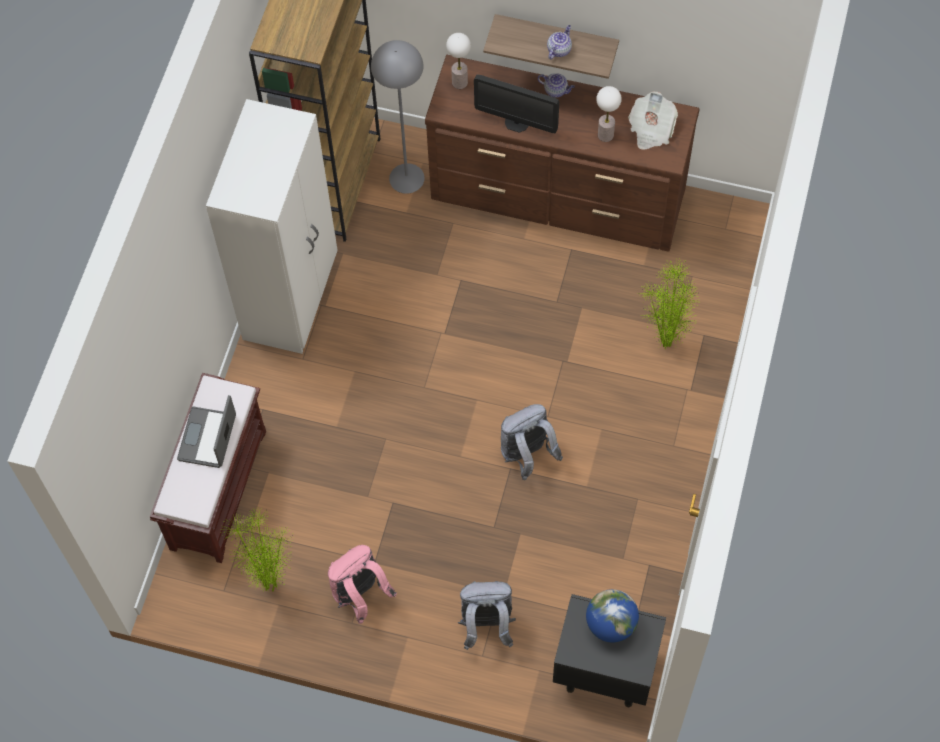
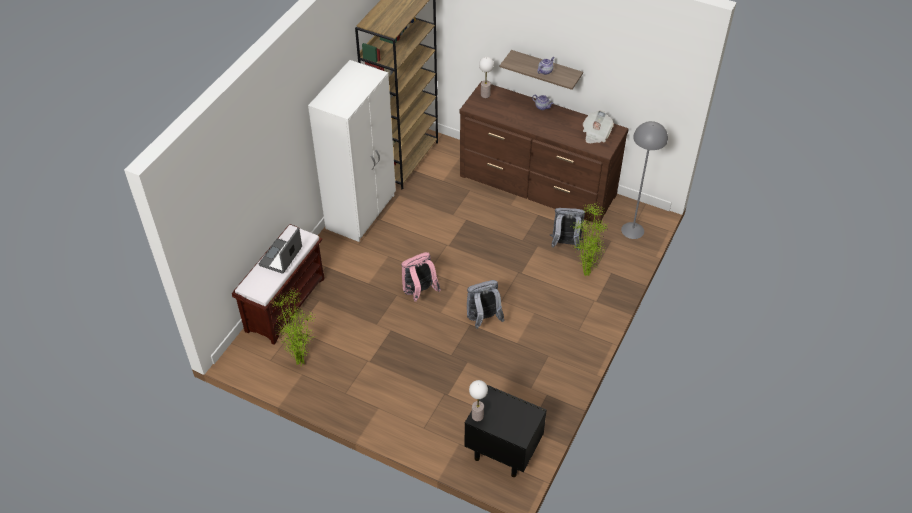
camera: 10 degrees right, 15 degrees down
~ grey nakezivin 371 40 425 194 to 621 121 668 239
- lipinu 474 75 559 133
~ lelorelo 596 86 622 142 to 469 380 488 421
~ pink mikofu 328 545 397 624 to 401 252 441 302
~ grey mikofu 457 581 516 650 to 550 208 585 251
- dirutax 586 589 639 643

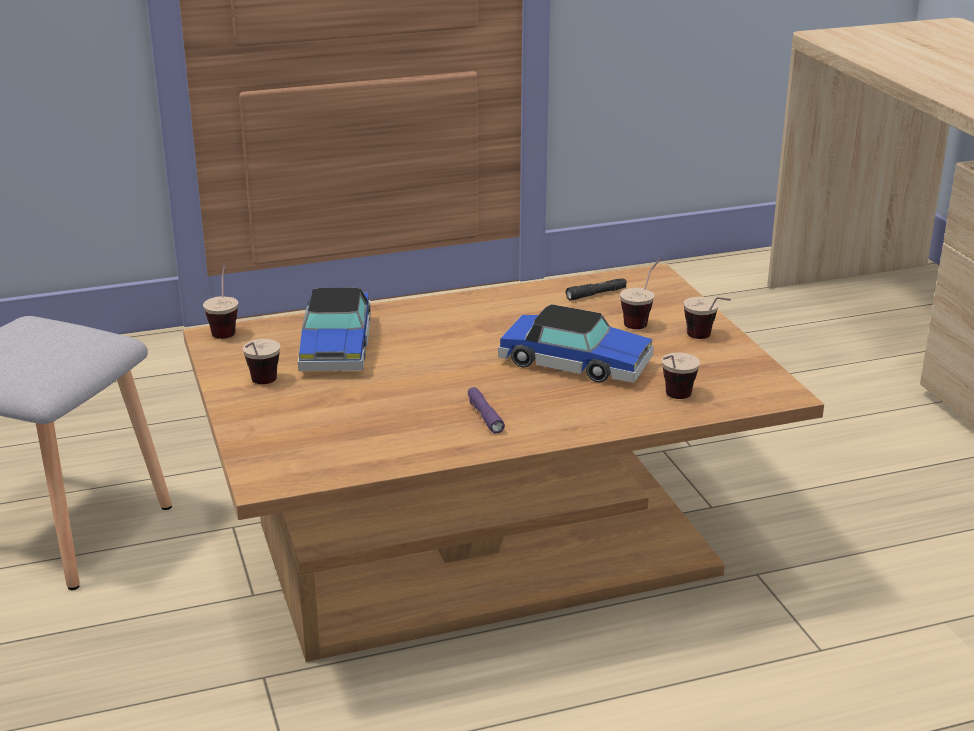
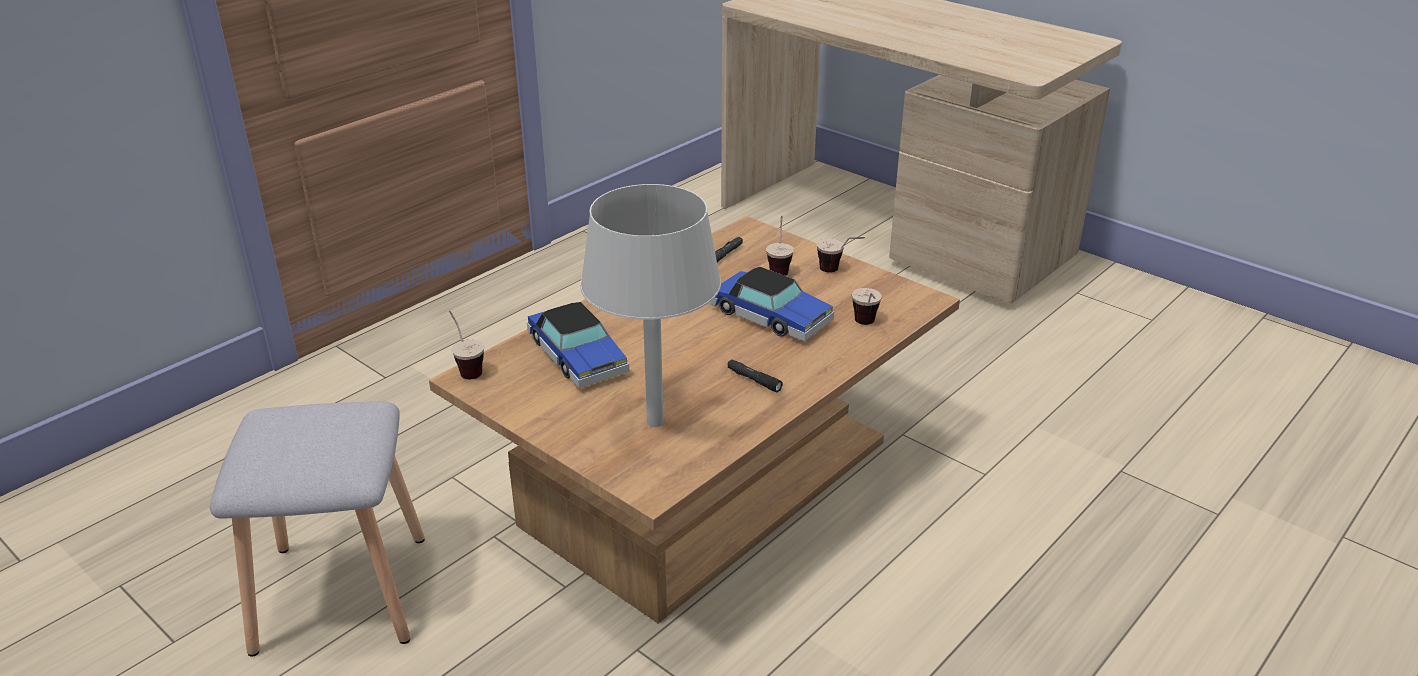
camera: 30 degrees left, 5 degrees up
~ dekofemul 498 304 654 383 = 710 267 834 341 45 degrees clockwise
- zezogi 243 339 280 384
~ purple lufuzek 468 387 505 434 to black lufuzek 728 359 783 392
+ grey lelorelo 580 184 721 427

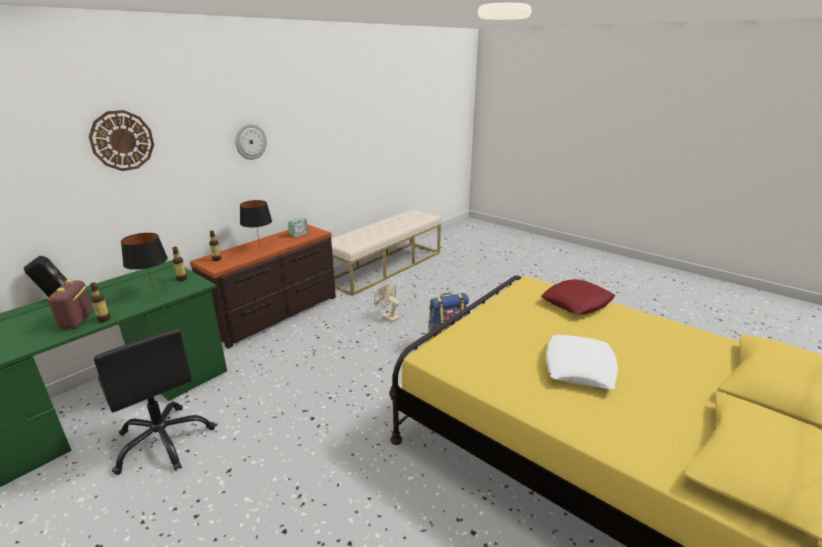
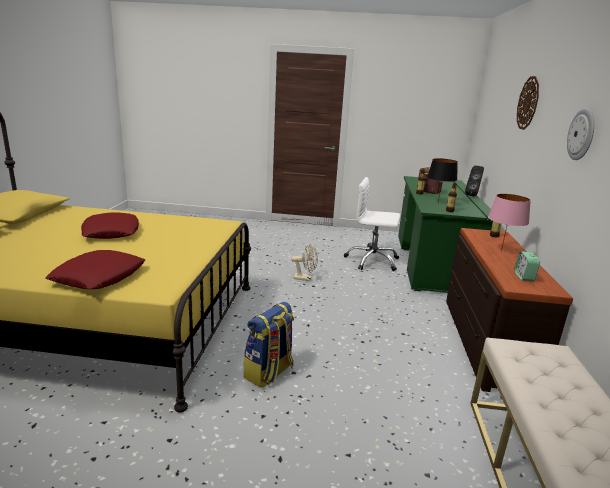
camera: 145 degrees right, 5 degrees down
~ black lelorelo 240 200 272 246 to pink lelorelo 488 194 531 251
~ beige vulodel 374 282 400 322 to 291 244 318 281
~ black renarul 94 329 215 475 to white renarul 344 177 400 271
~ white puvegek 546 335 618 389 to red puvegek 81 213 139 239

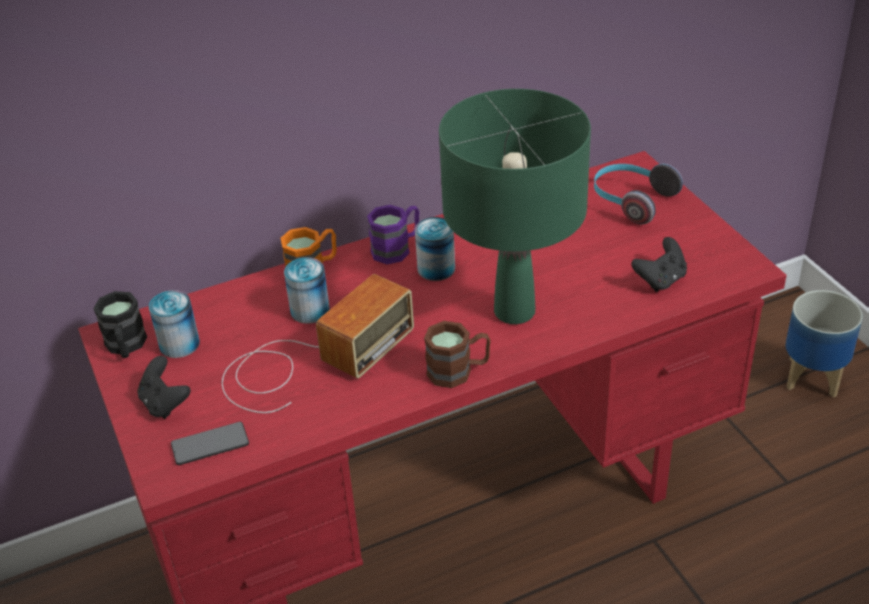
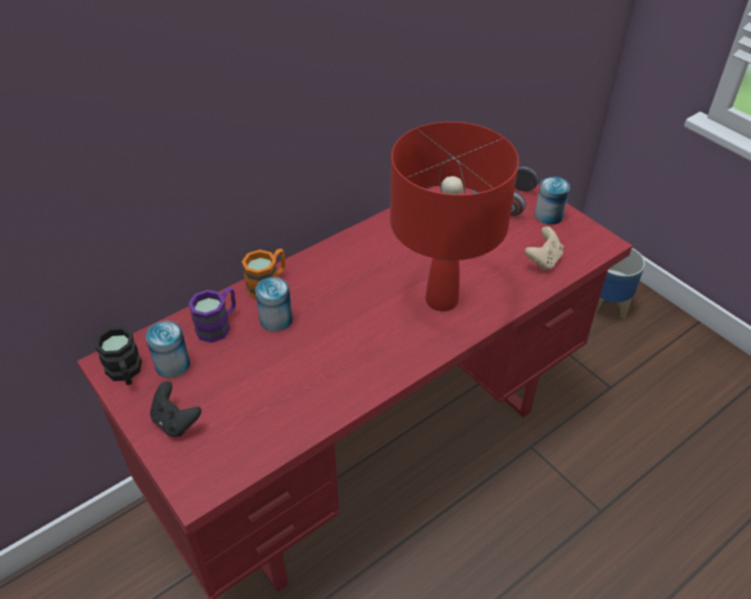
camera: 15 degrees left, 5 degrees up
~ green lelorelo 439 89 591 324 to red lelorelo 390 122 519 311
~ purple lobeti 367 205 419 264 to 188 287 236 343
~ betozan 415 217 455 281 to 535 176 570 225
~ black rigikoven 631 237 687 292 to beige rigikoven 525 226 564 271
- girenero 222 274 414 413
- brown lobeti 424 321 491 388
- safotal 171 422 249 465

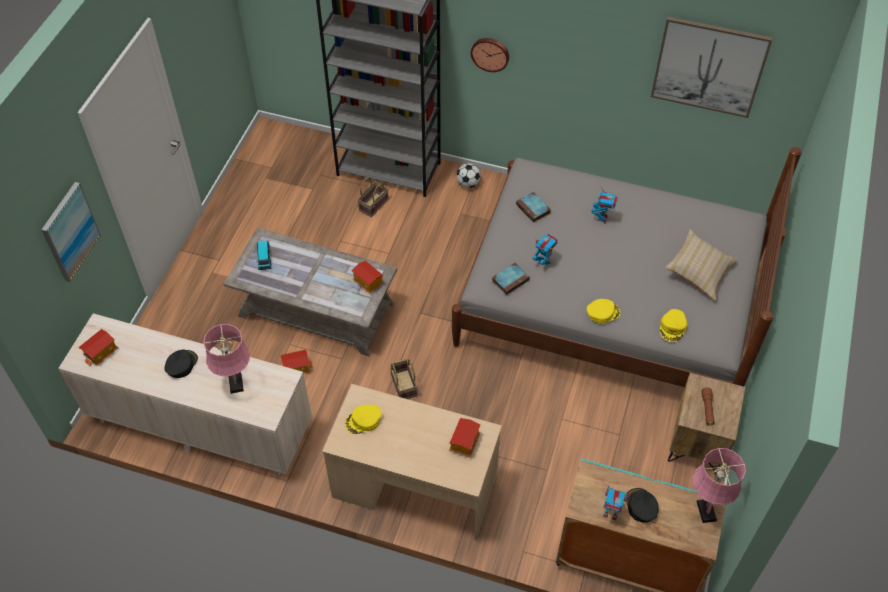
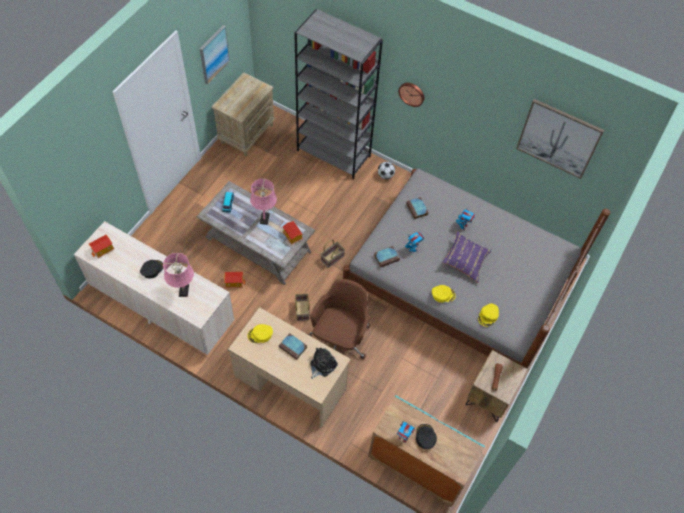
camera: 10 degrees right, 5 degrees up
~ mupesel 357 177 388 217 to 321 240 345 268
~ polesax 41 182 101 282 to 200 25 230 85
- beige puvegek 665 229 738 301
~ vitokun 449 418 480 457 to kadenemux 310 348 338 379
~ pink lelorelo 693 448 746 523 to 250 179 277 225
+ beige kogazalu 212 72 276 156
+ purple puvegek 442 231 491 283
+ brown renarul 308 279 371 359
+ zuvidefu 279 333 307 360

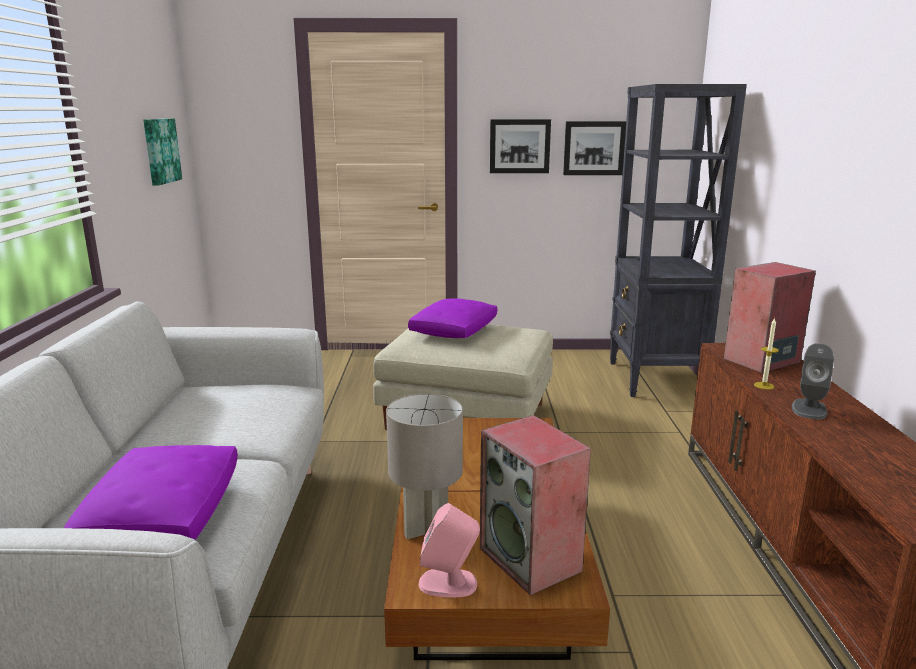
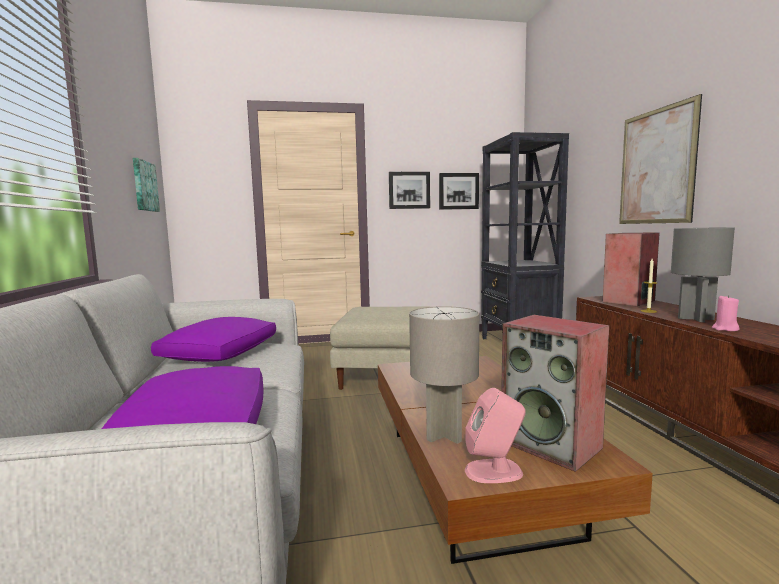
camera: 10 degrees left, 10 degrees down
~ purple puvegek 408 298 497 338 to 151 317 276 362
~ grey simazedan 792 343 834 420 to grey lelorelo 671 227 735 322
+ polesax 619 94 702 224
+ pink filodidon 712 295 739 331

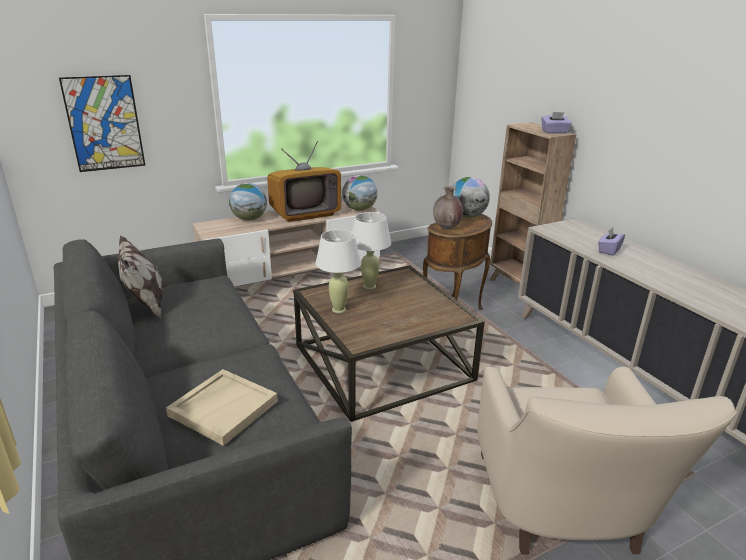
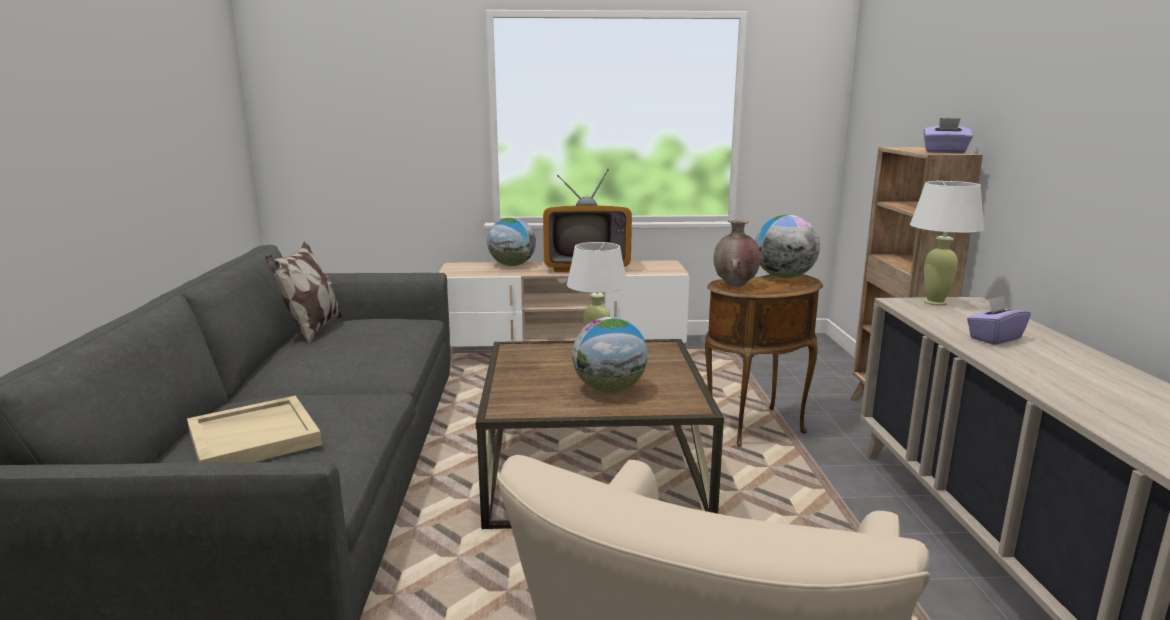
camera: 25 degrees right, 10 degrees down
- polesax 59 75 146 172
~ dirutax 342 175 377 211 to 572 317 648 393
~ white lelorelo 316 230 361 313 to 910 181 984 306

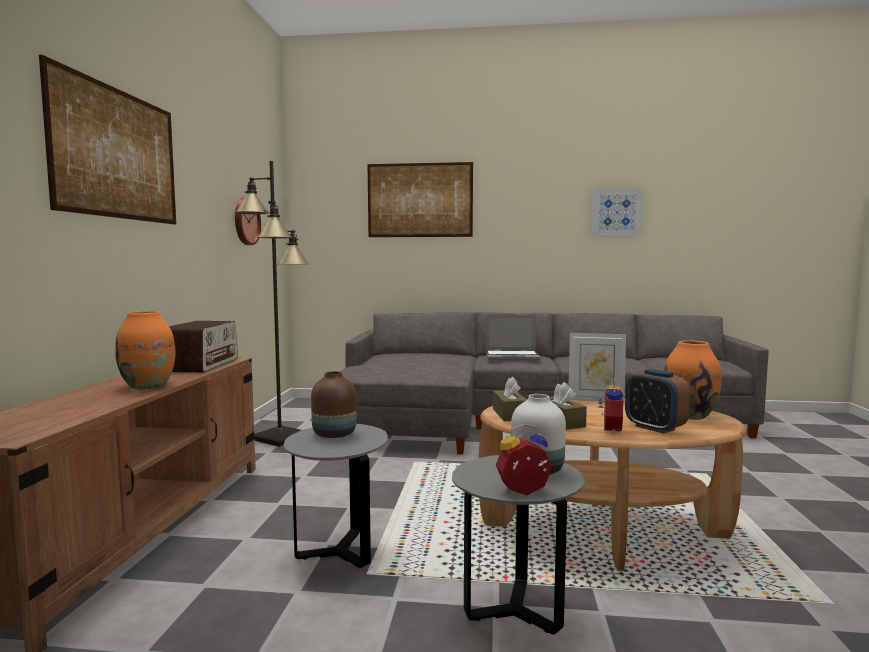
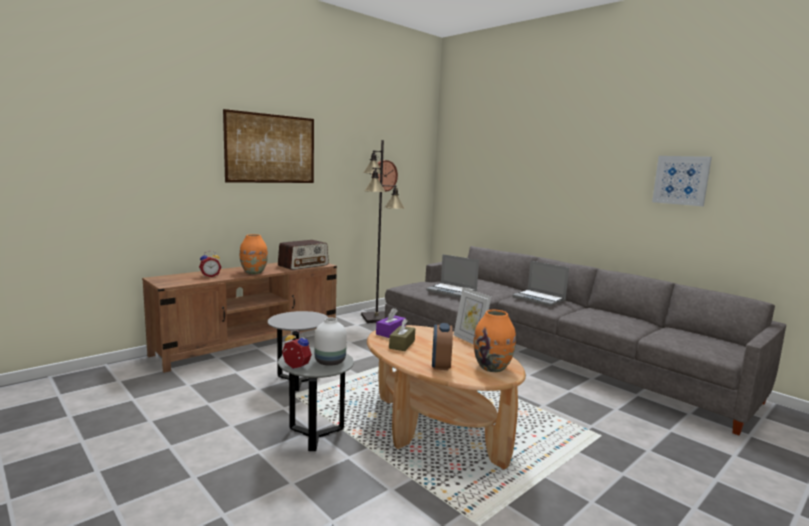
camera: 40 degrees right, 5 degrees up
- polesax 367 162 473 237
- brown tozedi 311 371 357 438
~ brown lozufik 493 377 527 421 to purple lozufik 376 308 406 338
~ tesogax 598 377 624 435 to 199 251 221 277
+ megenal 426 254 479 298

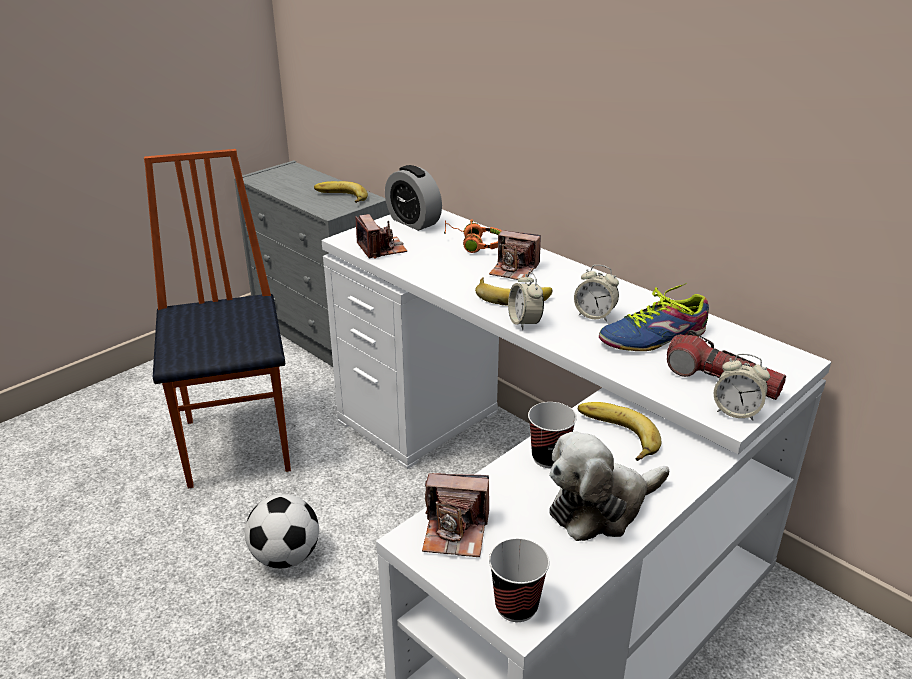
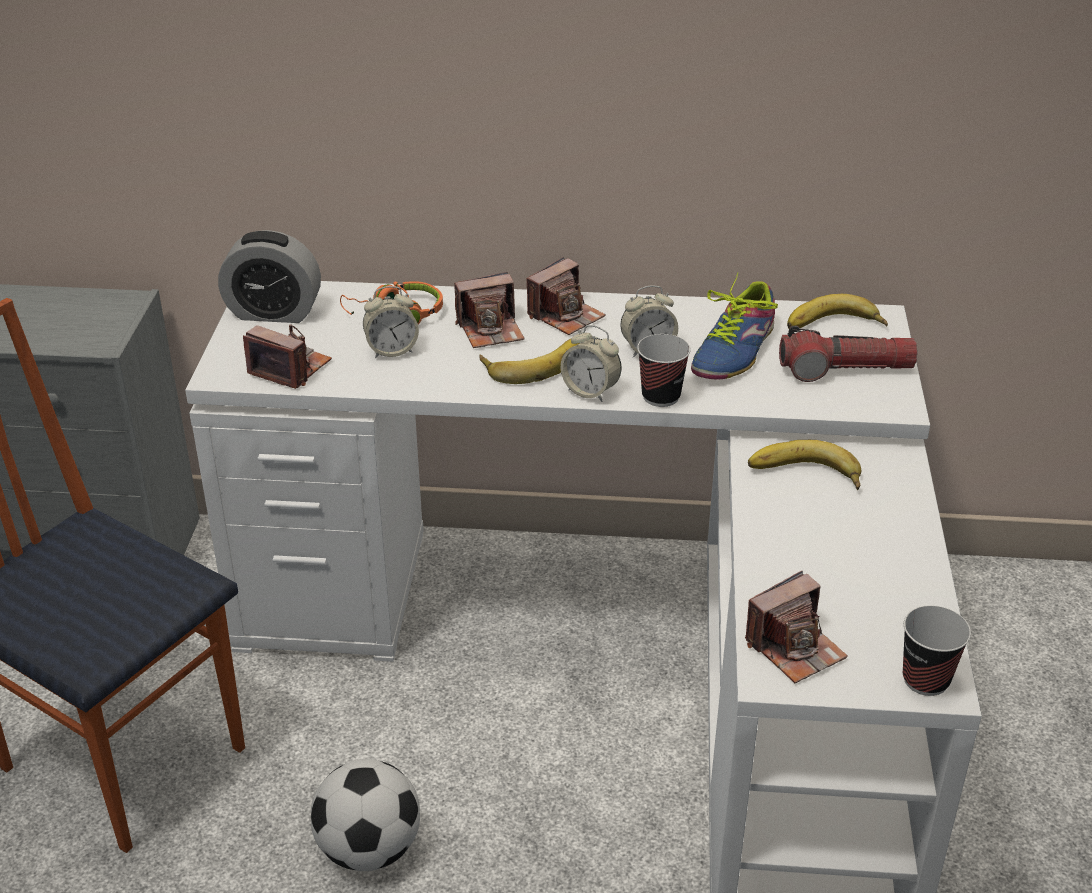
camera: 40 degrees left, 5 degrees up
~ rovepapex 314 181 368 203 to 787 294 888 328
~ tesogax 714 354 770 421 to 363 286 419 358
~ zezogi 528 402 577 468 to 637 334 691 407
- kadenemux 549 431 669 541
+ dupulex 527 257 605 335

